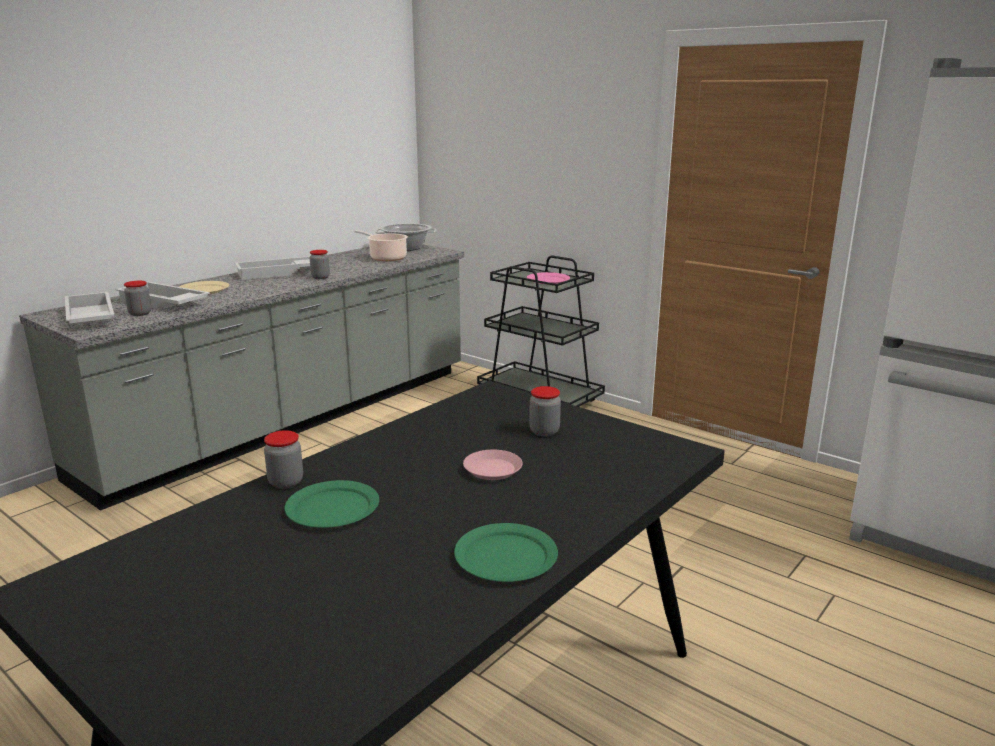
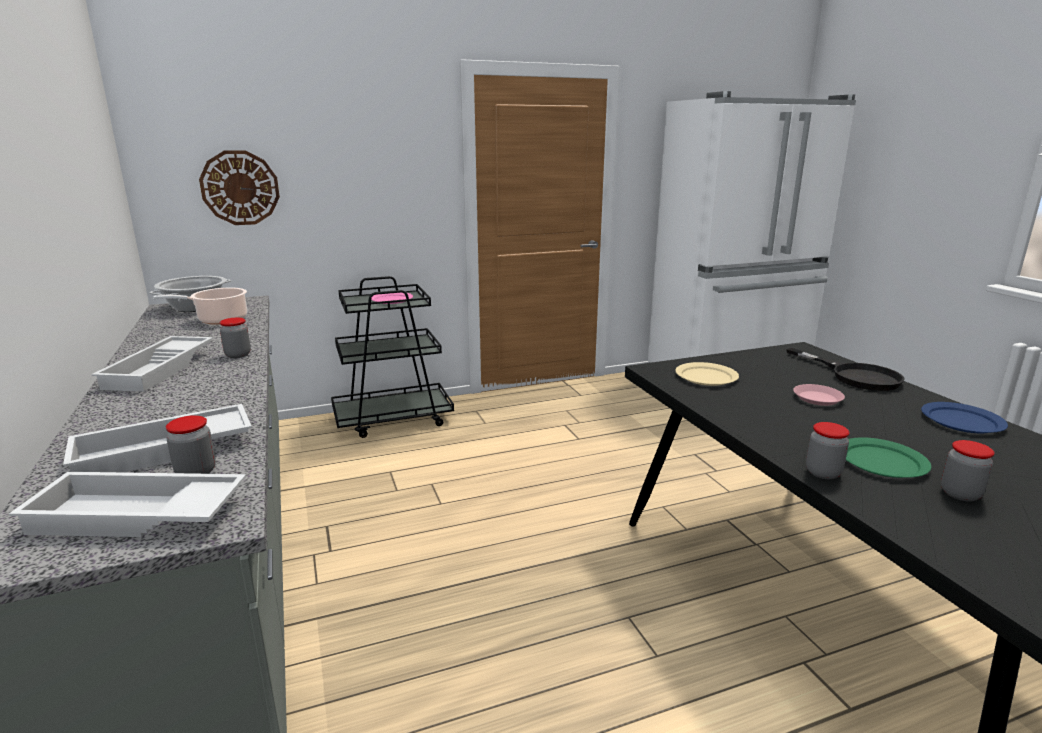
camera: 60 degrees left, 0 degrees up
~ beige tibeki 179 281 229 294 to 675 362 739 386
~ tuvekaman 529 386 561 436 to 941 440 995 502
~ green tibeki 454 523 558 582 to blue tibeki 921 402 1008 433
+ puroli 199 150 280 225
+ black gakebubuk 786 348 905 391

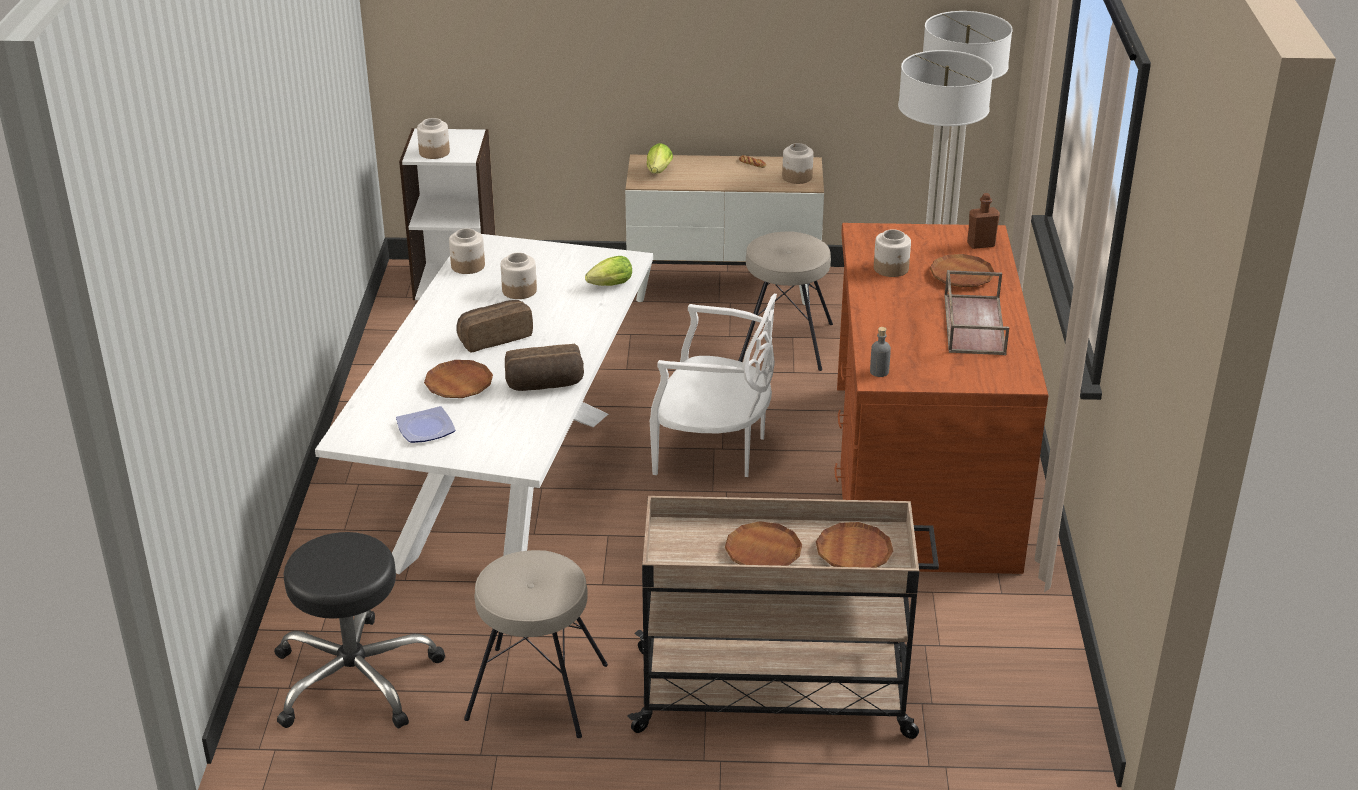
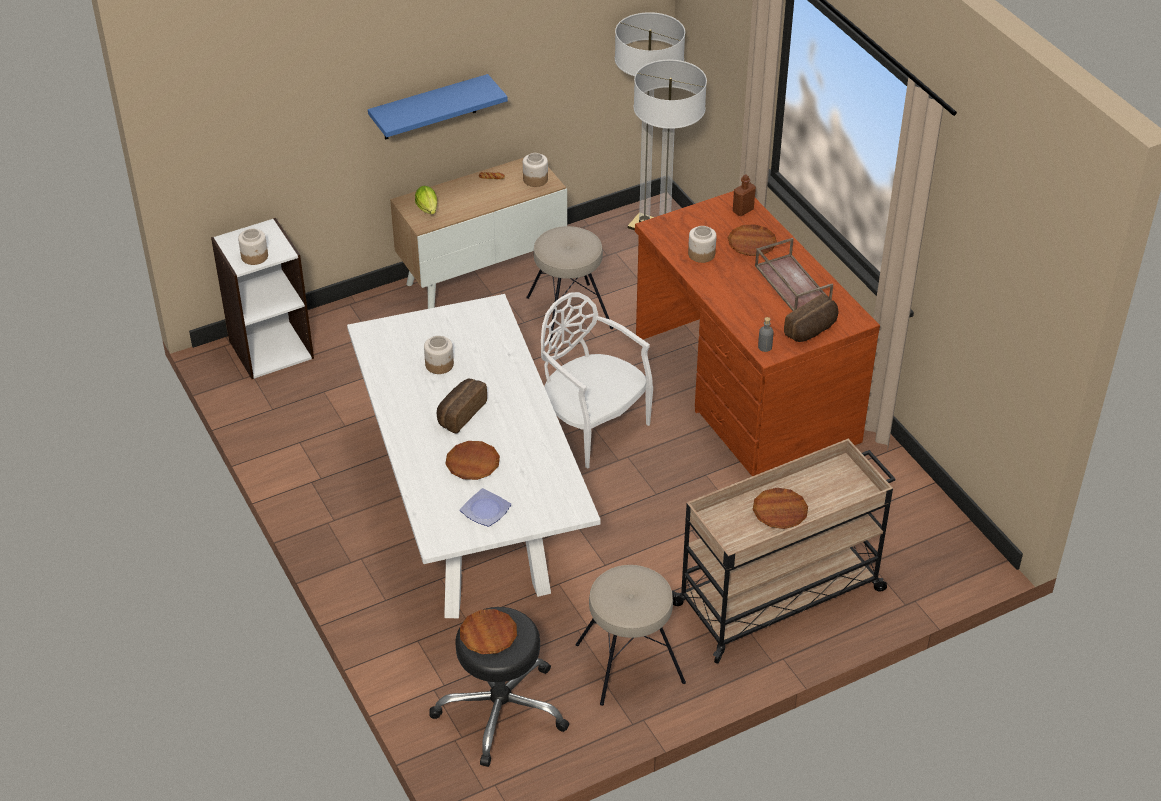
camera: 30 degrees left, 10 degrees up
- tuvekaman 449 228 485 274
- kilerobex 585 256 632 286
~ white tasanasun 649 294 777 477 = 541 292 653 468 120 degrees counterclockwise
~ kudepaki 505 344 584 391 to 784 293 839 342
~ brown tibeki 816 522 893 568 to 460 609 517 654
+ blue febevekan 368 74 508 140

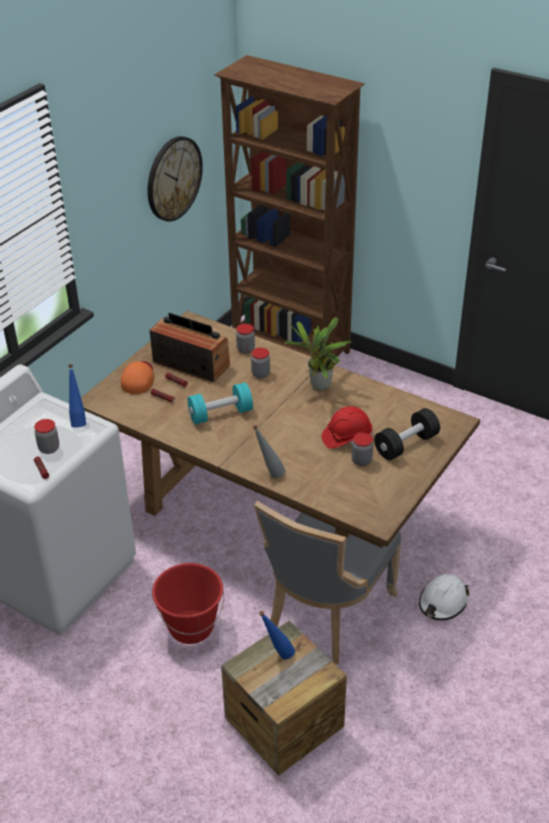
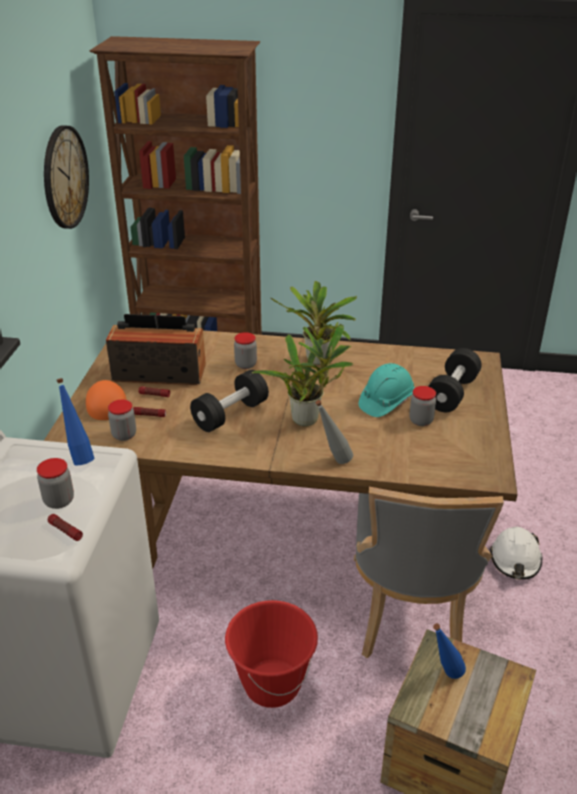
camera: 25 degrees left, 5 degrees down
~ tuvekaman 236 324 255 354 to 108 400 136 441
~ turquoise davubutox 188 383 253 424 to black davubutox 190 370 269 432
~ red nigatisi 322 406 372 449 to turquoise nigatisi 358 363 415 417
+ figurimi 252 325 353 427

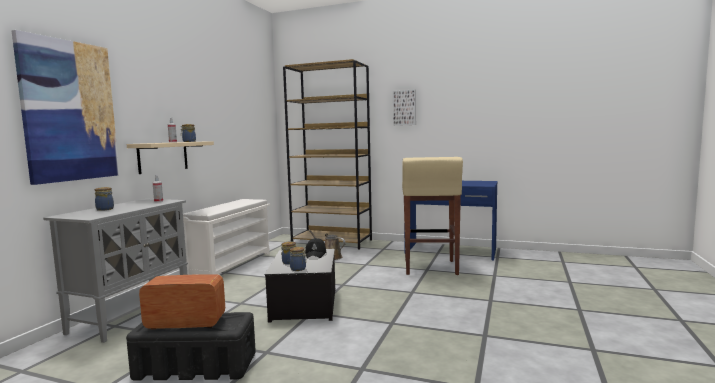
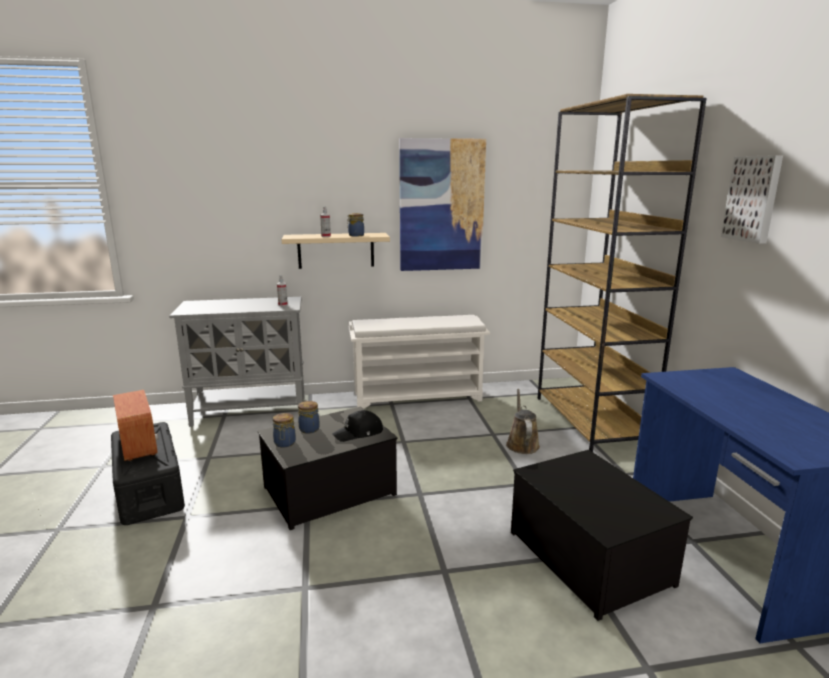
camera: 60 degrees right, 10 degrees up
~ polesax 12 30 120 185 to 399 138 486 271
~ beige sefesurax 402 157 463 275 to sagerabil 511 450 693 621
- tuvekaman 95 187 114 211

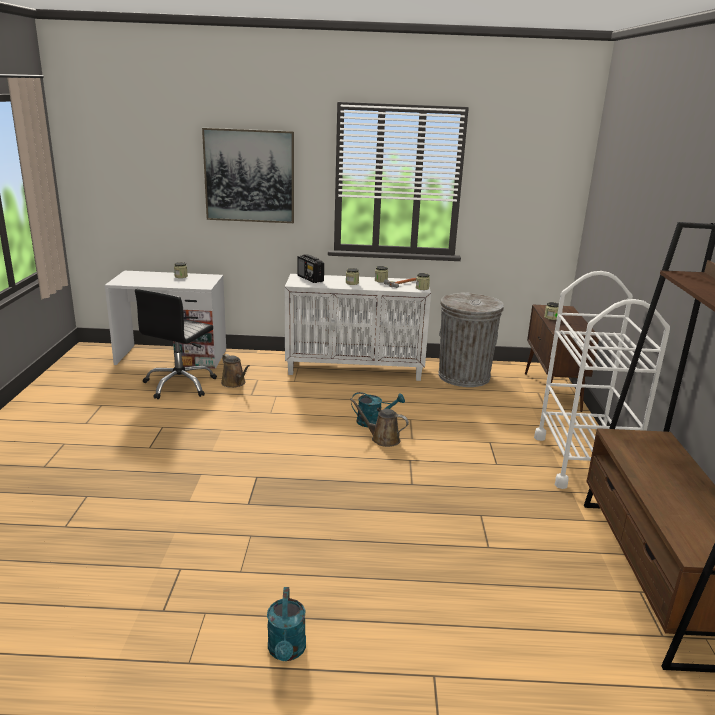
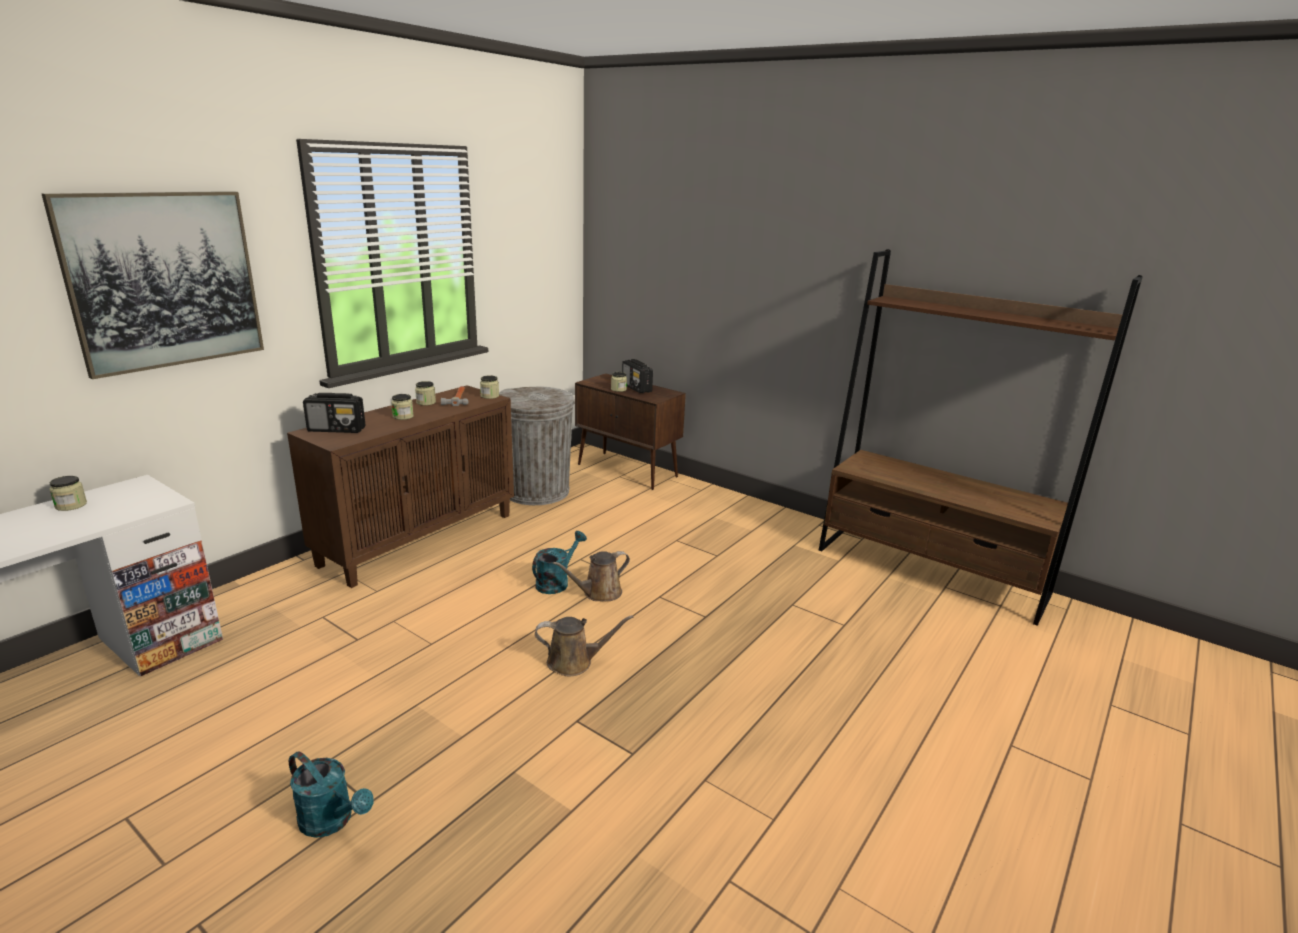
camera: 55 degrees left, 0 degrees up
- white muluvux 534 271 670 489
~ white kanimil 285 274 431 381 to brown kanimil 287 385 514 588
- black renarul 135 289 217 399
~ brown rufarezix 221 354 250 388 to 535 615 633 676
~ turquoise rufarezix 267 587 306 661 to 289 751 374 838
+ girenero 622 359 653 393

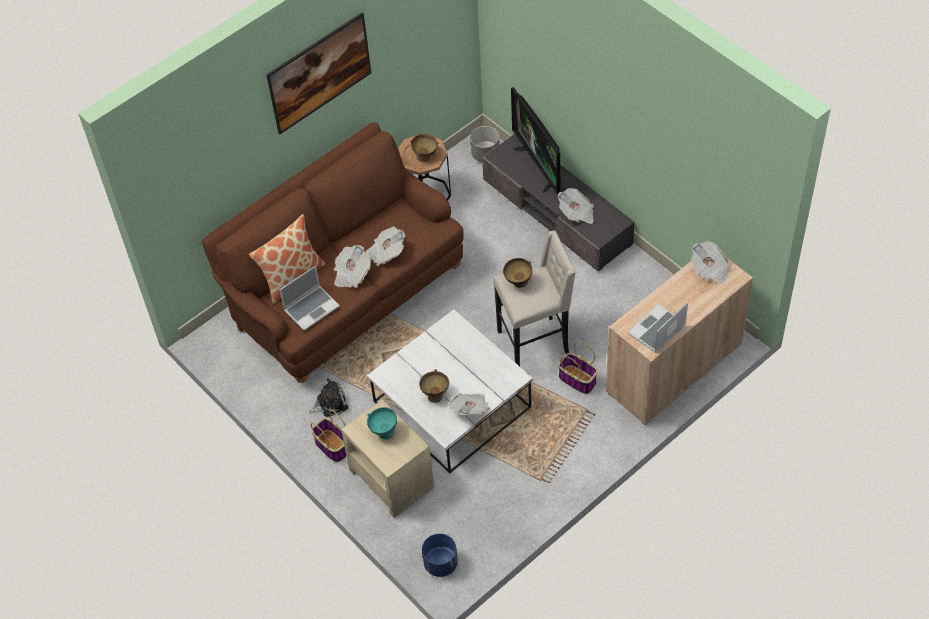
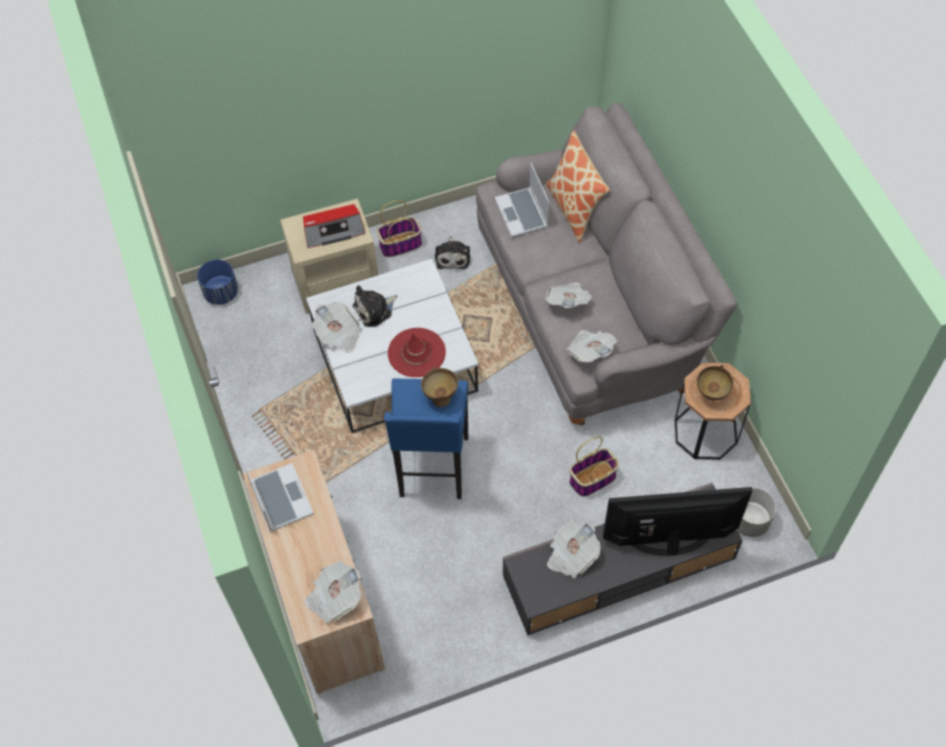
camera: 110 degrees right, 5 degrees up
- polesax 266 13 371 134
~ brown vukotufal 201 122 464 383 to grey vukotufal 476 103 737 425
~ beige sefesurax 493 230 576 366 to blue sefesurax 384 378 468 499
~ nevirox 334 245 371 288 to 566 330 617 362
~ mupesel 558 341 598 394 to 569 437 619 497
~ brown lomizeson 419 369 449 403 to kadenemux 353 285 397 327
~ turquoise lomizeson 367 407 397 440 to girenero 303 204 365 248
+ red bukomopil 388 328 446 377

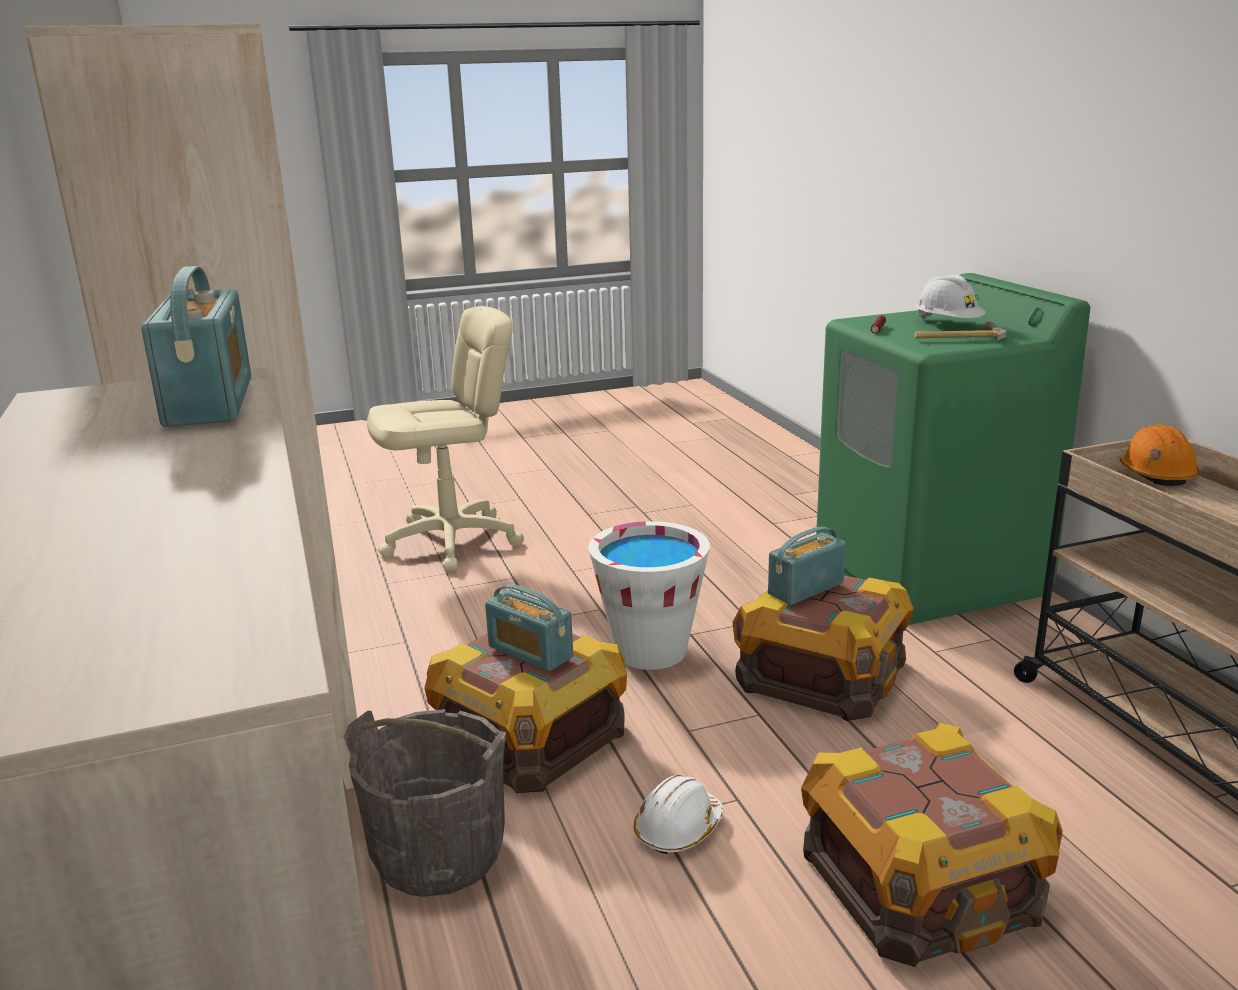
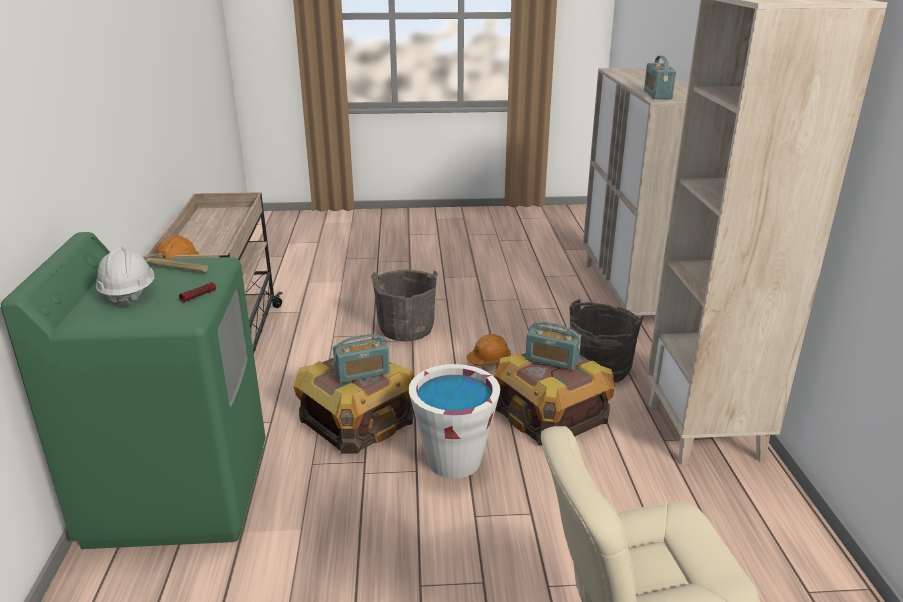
camera: 165 degrees left, 5 degrees up
~ girenero 485 584 573 671 = 525 322 581 370 150 degrees clockwise
~ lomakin 801 723 1063 967 to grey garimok 371 270 438 341
~ white nigatisi 634 775 724 854 to orange nigatisi 467 334 511 366

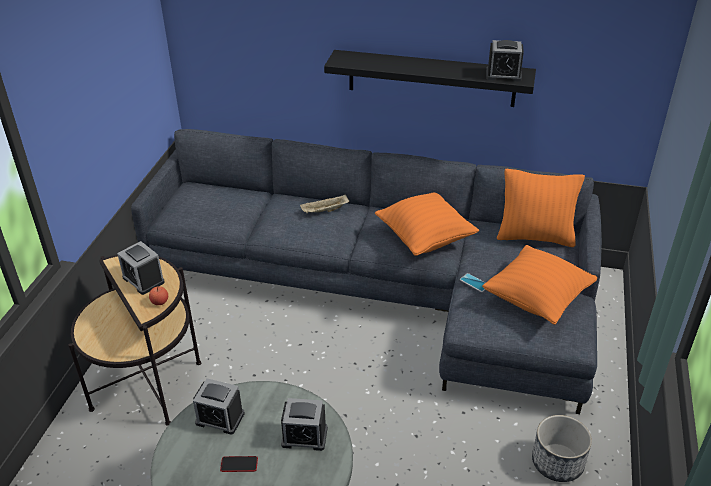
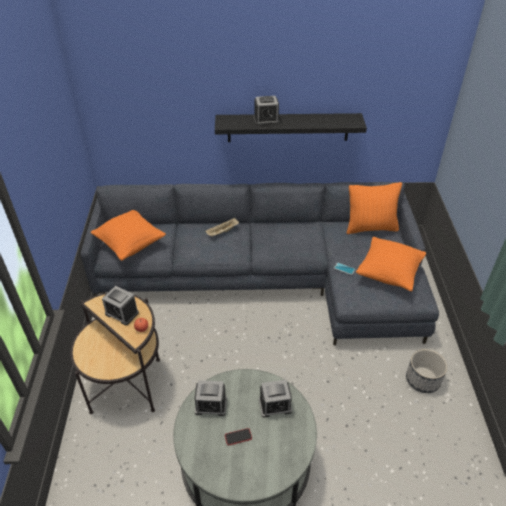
camera: 15 degrees left, 5 degrees up
~ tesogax 486 40 524 82 to 253 96 280 126
~ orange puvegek 375 193 479 256 to 91 210 166 261

